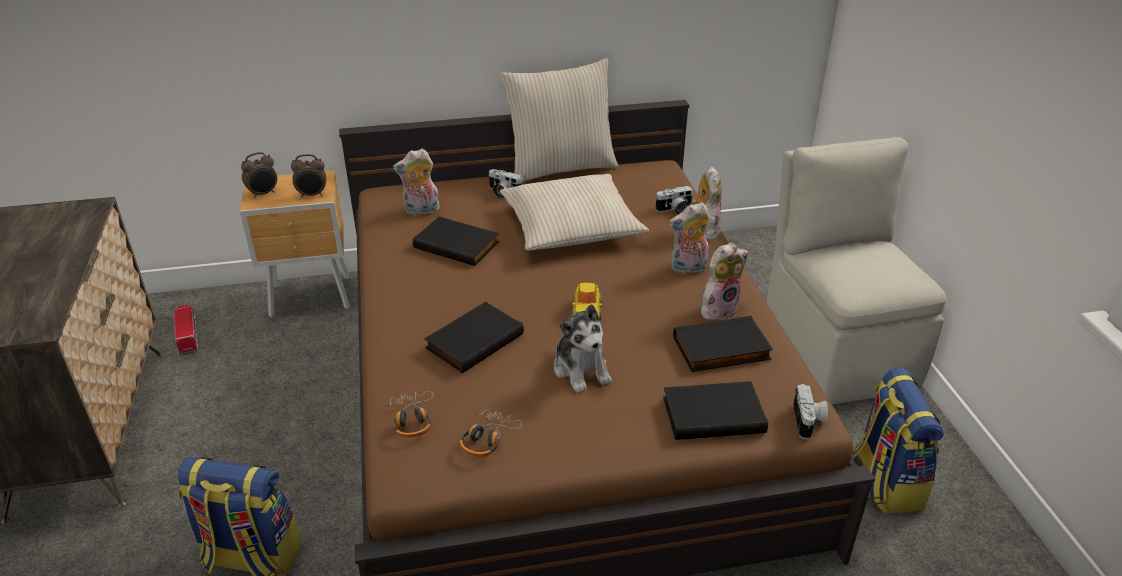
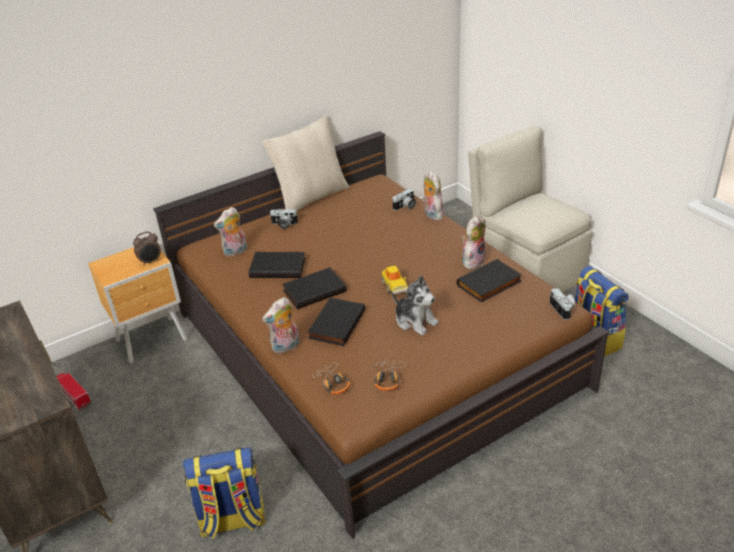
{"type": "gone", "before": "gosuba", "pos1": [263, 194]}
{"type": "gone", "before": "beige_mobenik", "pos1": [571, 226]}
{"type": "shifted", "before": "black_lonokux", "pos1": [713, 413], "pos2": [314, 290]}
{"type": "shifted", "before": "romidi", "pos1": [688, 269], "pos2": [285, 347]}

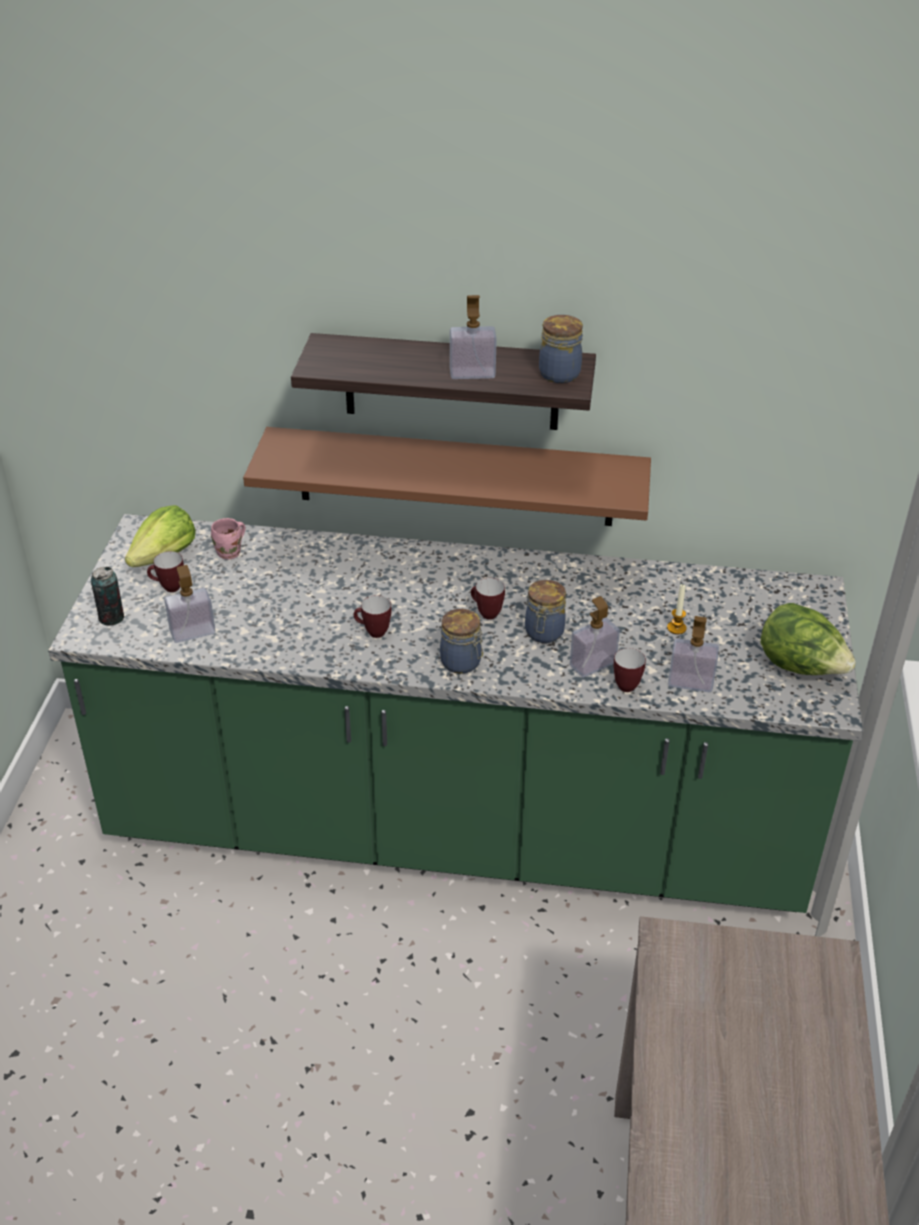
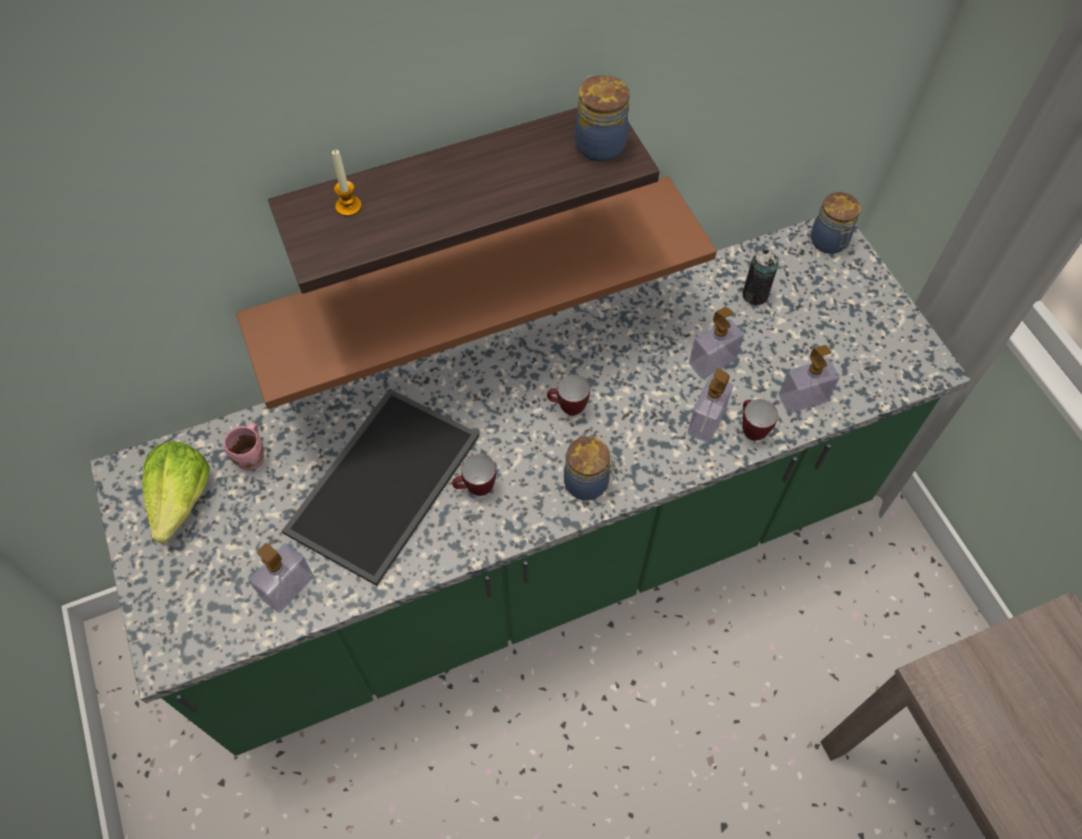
{"type": "gone", "before": "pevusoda", "pos1": [168, 588]}
{"type": "gone", "before": "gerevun", "pos1": [800, 667]}
{"type": "new", "after": "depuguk", "pos2": [382, 480]}
{"type": "shifted", "before": "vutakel", "pos1": [111, 618], "pos2": [755, 295]}
{"type": "shifted", "before": "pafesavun", "pos1": [472, 373], "pos2": [712, 362]}
{"type": "shifted", "before": "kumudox", "pos1": [543, 633], "pos2": [829, 242]}
{"type": "shifted", "before": "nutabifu", "pos1": [676, 628], "pos2": [348, 206]}

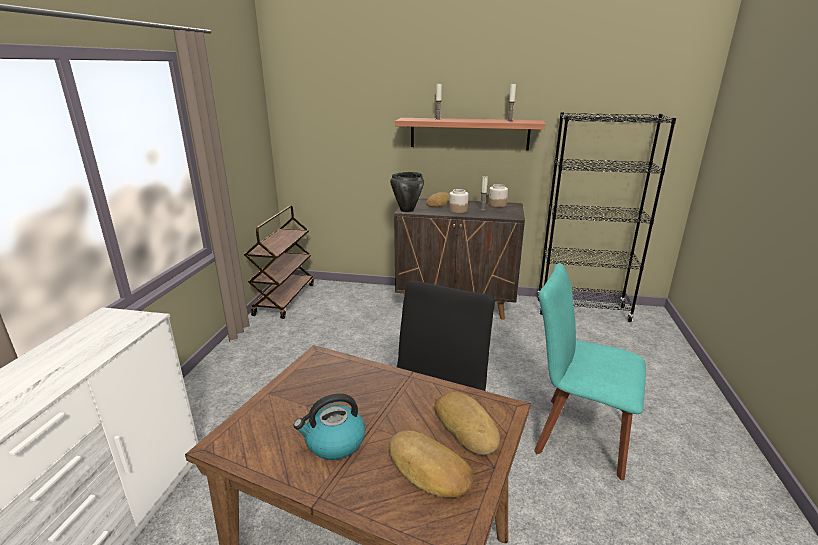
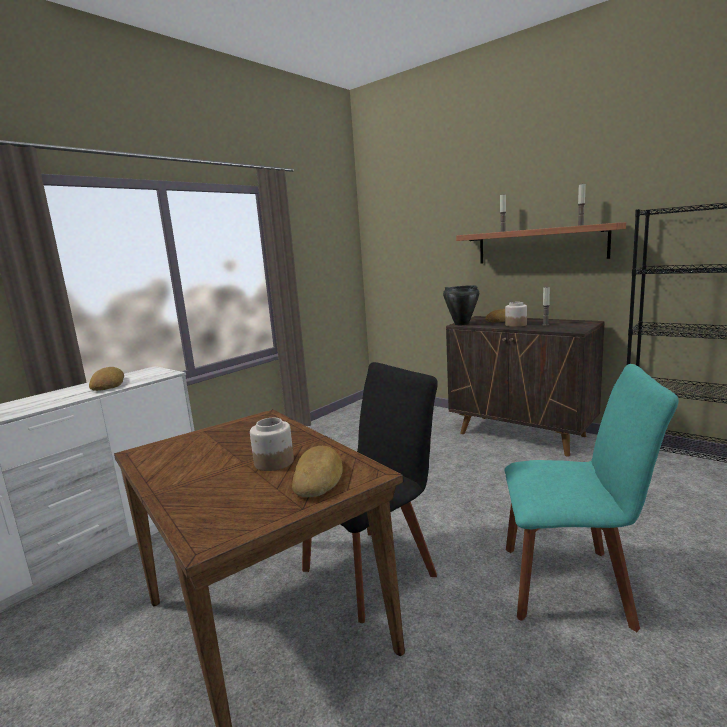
{"type": "gone", "before": "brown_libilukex", "pos1": [284, 299]}
{"type": "gone", "before": "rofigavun", "pos1": [334, 443]}
{"type": "shifted", "before": "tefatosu", "pos1": [428, 470], "pos2": [107, 385]}
{"type": "shifted", "before": "kumudox", "pos1": [497, 205], "pos2": [273, 462]}
{"type": "rotated", "before": "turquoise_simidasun", "pos1": [577, 434], "pos2": [572, 584], "turn": 135}

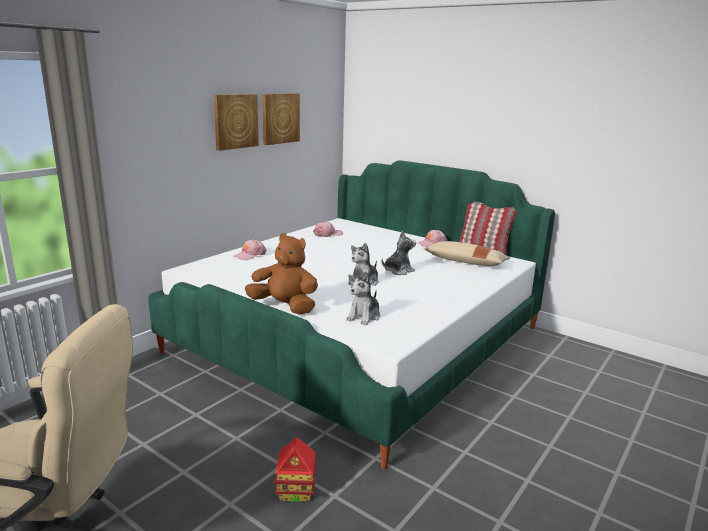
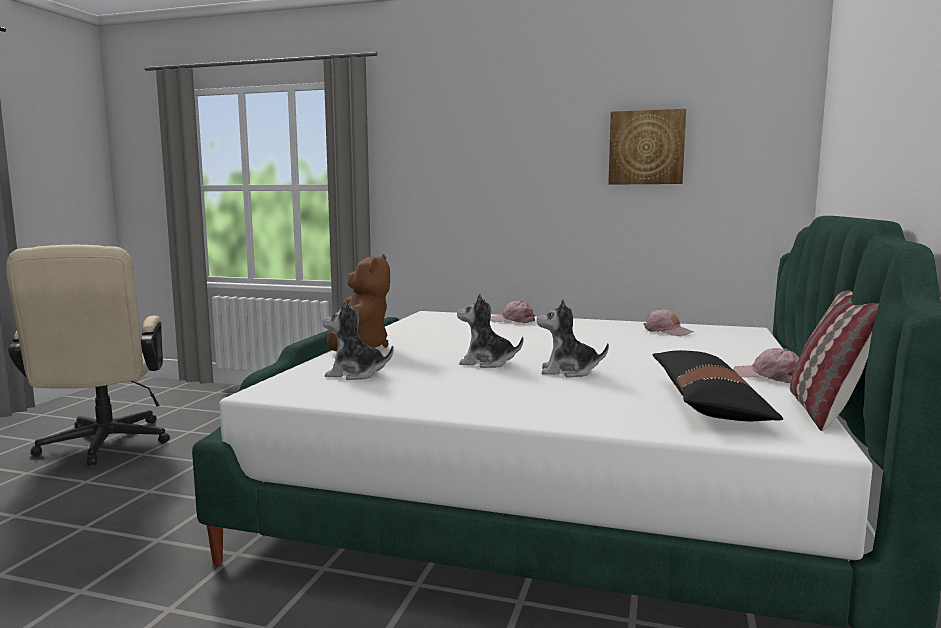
{"type": "gone", "before": "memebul", "pos1": [235, 121]}
{"type": "gone", "before": "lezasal", "pos1": [296, 491]}
{"type": "repainted", "before": "beige_mobenik", "after": "black_mobenik", "pos1": [465, 262], "pos2": [707, 403]}
{"type": "rotated", "before": "romidi", "pos1": [398, 271], "pos2": [568, 372], "turn": 150}

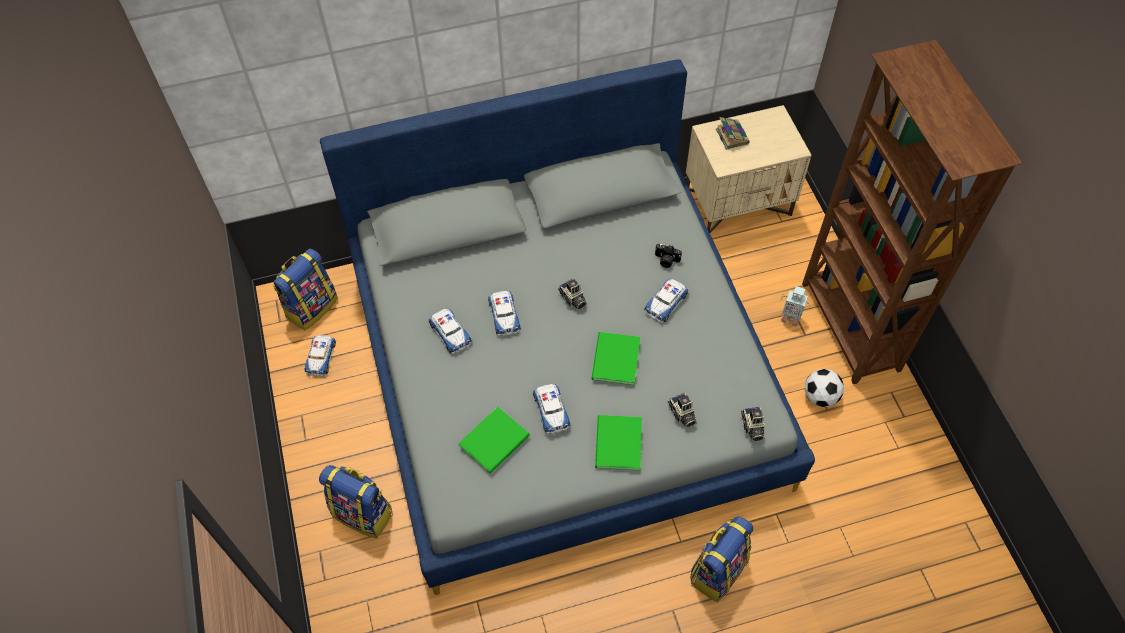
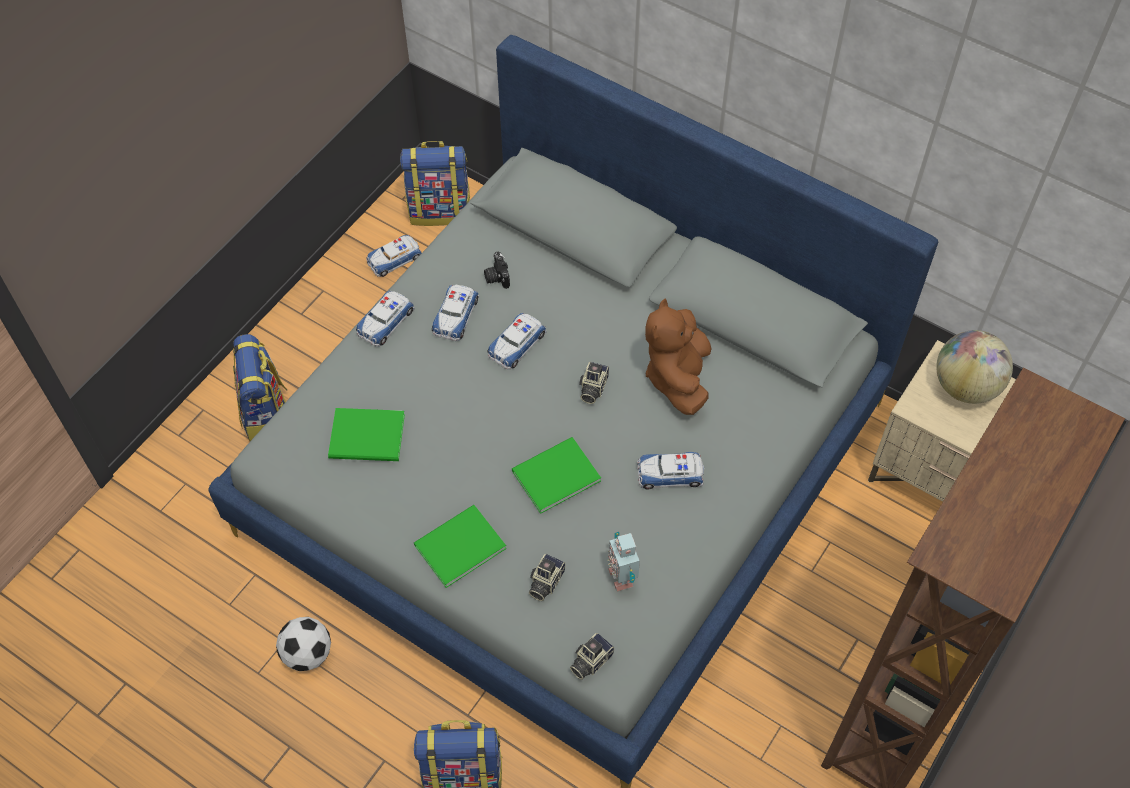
{"type": "new", "after": "brown_romidi", "pos2": [678, 377]}
{"type": "shifted", "before": "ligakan", "pos1": [551, 411], "pos2": [385, 322]}
{"type": "shifted", "before": "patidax", "pos1": [666, 260], "pos2": [496, 277]}
{"type": "shifted", "before": "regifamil", "pos1": [789, 318], "pos2": [622, 576]}
{"type": "shifted", "before": "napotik", "pos1": [820, 396], "pos2": [307, 654]}
{"type": "swapped", "before": "lonokux", "after": "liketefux", "pos1": [731, 136], "pos2": [965, 386]}

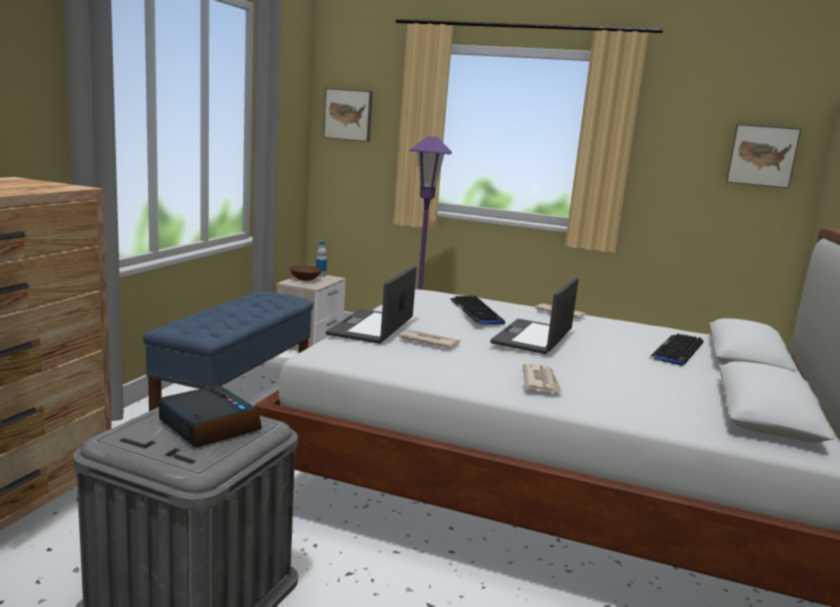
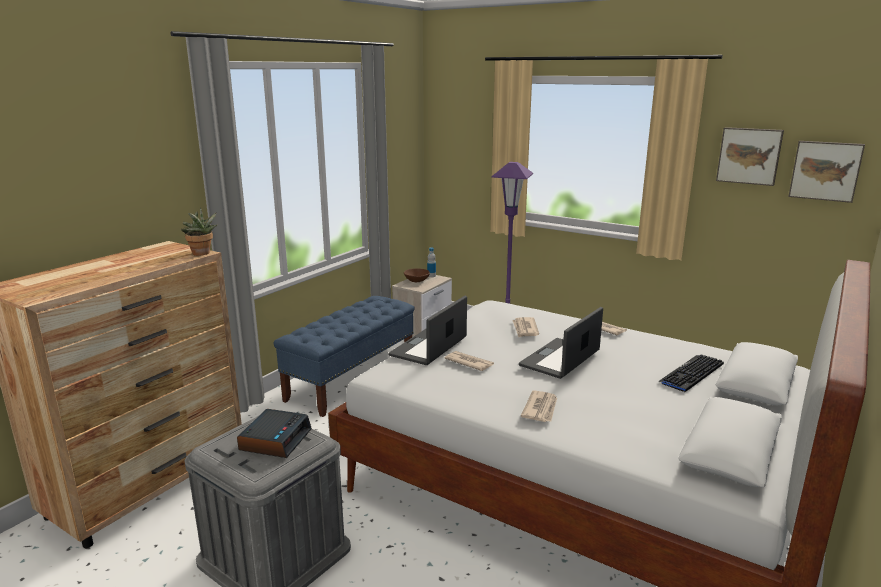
{"type": "new", "after": "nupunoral", "pos2": [202, 254]}
{"type": "shifted", "before": "memebul", "pos1": [348, 115], "pos2": [749, 155]}
{"type": "swapped", "before": "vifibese", "after": "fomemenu", "pos1": [476, 311], "pos2": [525, 329]}
{"type": "rotated", "before": "gosuba", "pos1": [208, 426], "pos2": [275, 440], "turn": 45}

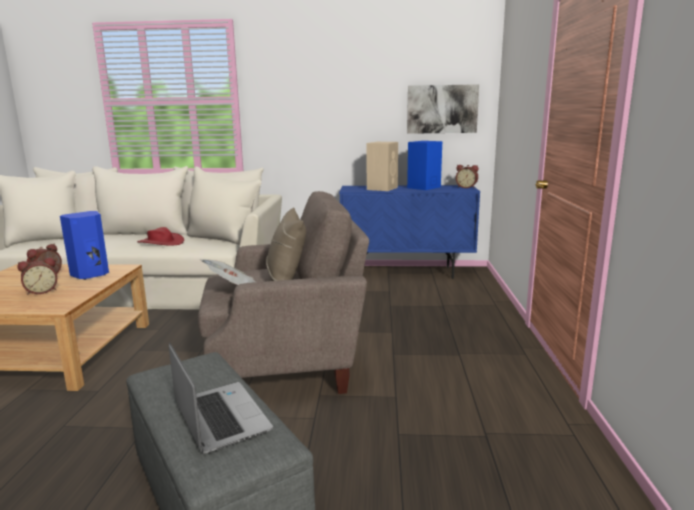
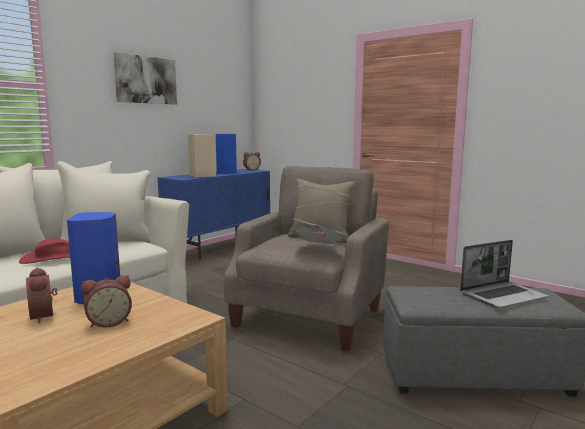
{"type": "shifted", "before": "memebul", "pos1": [442, 109], "pos2": [146, 80]}
{"type": "rotated", "before": "gosuba", "pos1": [41, 291], "pos2": [108, 322], "turn": 60}
{"type": "rotated", "before": "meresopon", "pos1": [219, 417], "pos2": [503, 296], "turn": 150}

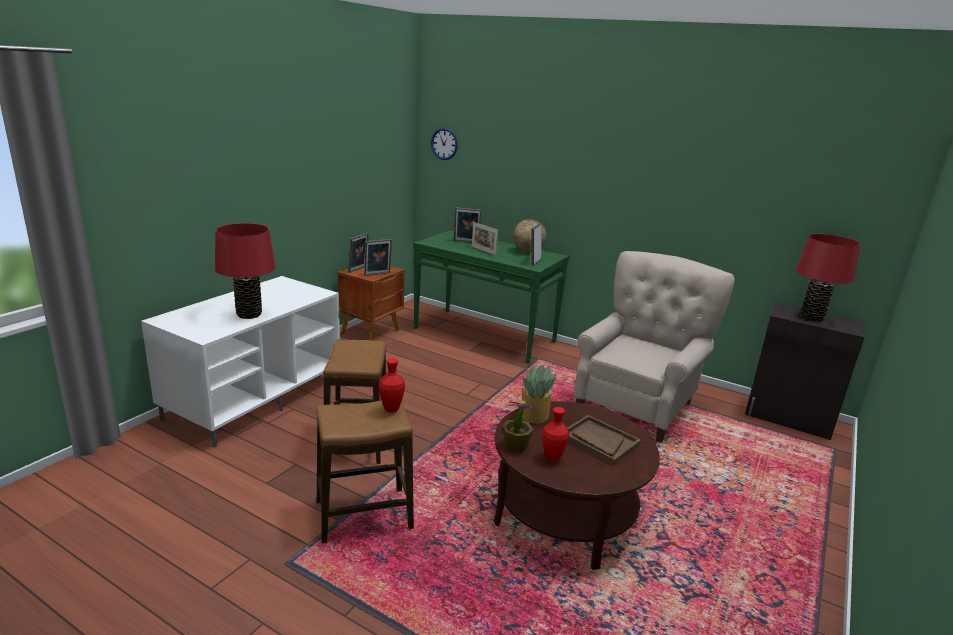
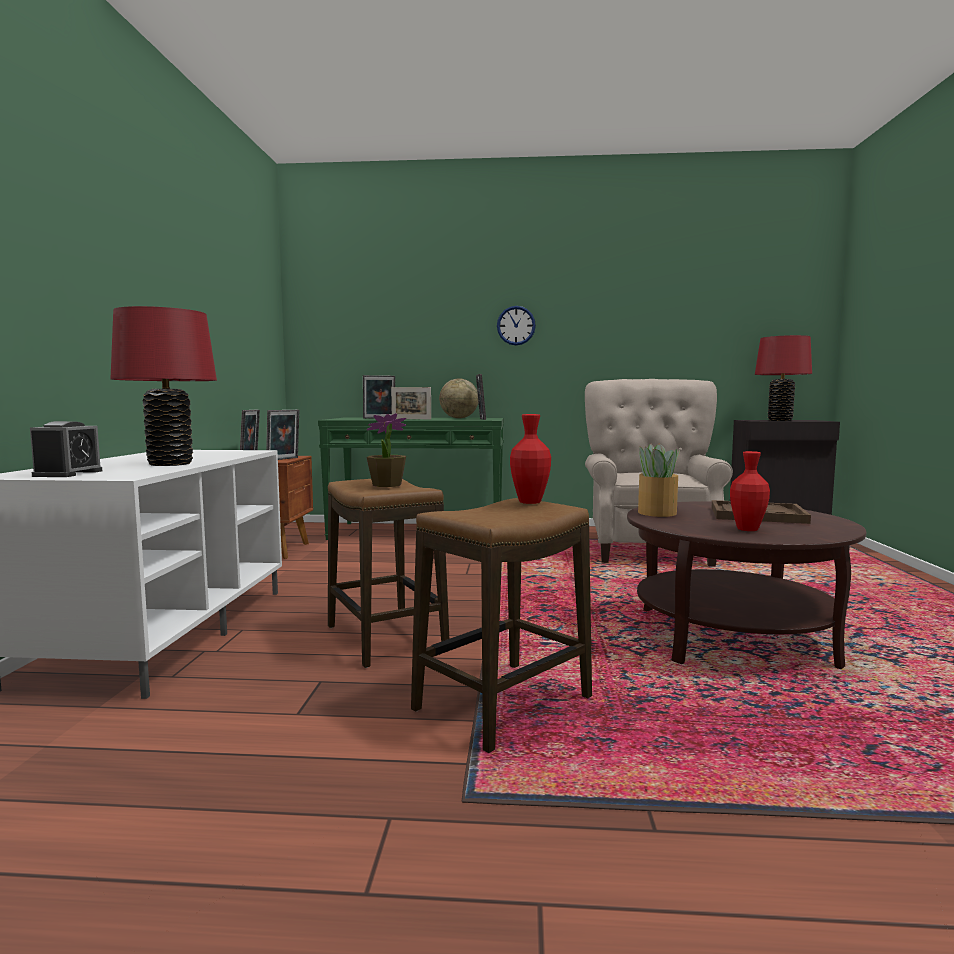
{"type": "new", "after": "gosuba", "pos2": [68, 473]}
{"type": "shifted", "before": "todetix", "pos1": [444, 144], "pos2": [516, 325]}
{"type": "shifted", "before": "nupunoral", "pos1": [515, 446], "pos2": [386, 485]}

